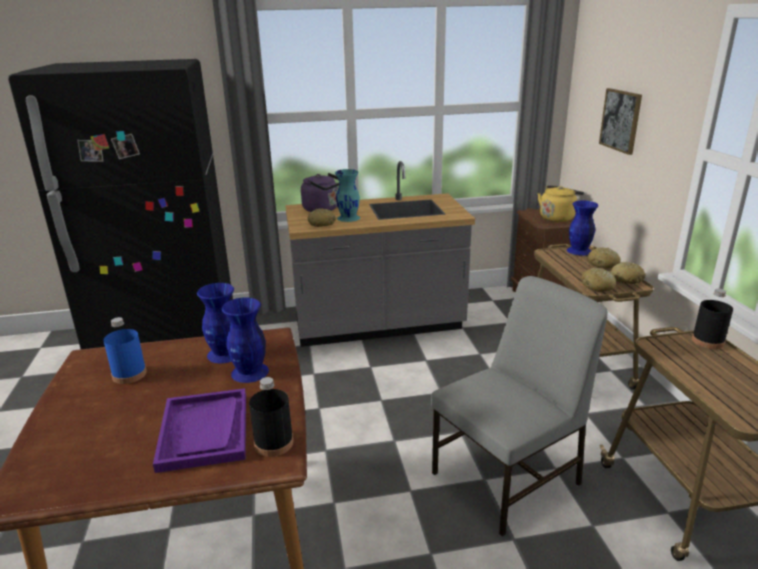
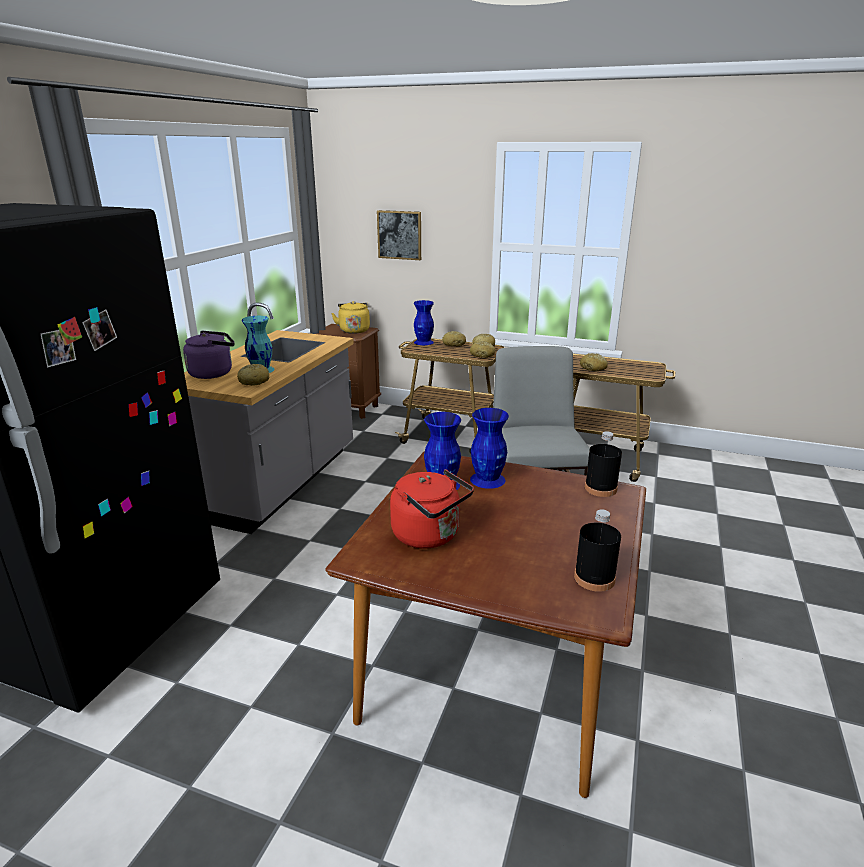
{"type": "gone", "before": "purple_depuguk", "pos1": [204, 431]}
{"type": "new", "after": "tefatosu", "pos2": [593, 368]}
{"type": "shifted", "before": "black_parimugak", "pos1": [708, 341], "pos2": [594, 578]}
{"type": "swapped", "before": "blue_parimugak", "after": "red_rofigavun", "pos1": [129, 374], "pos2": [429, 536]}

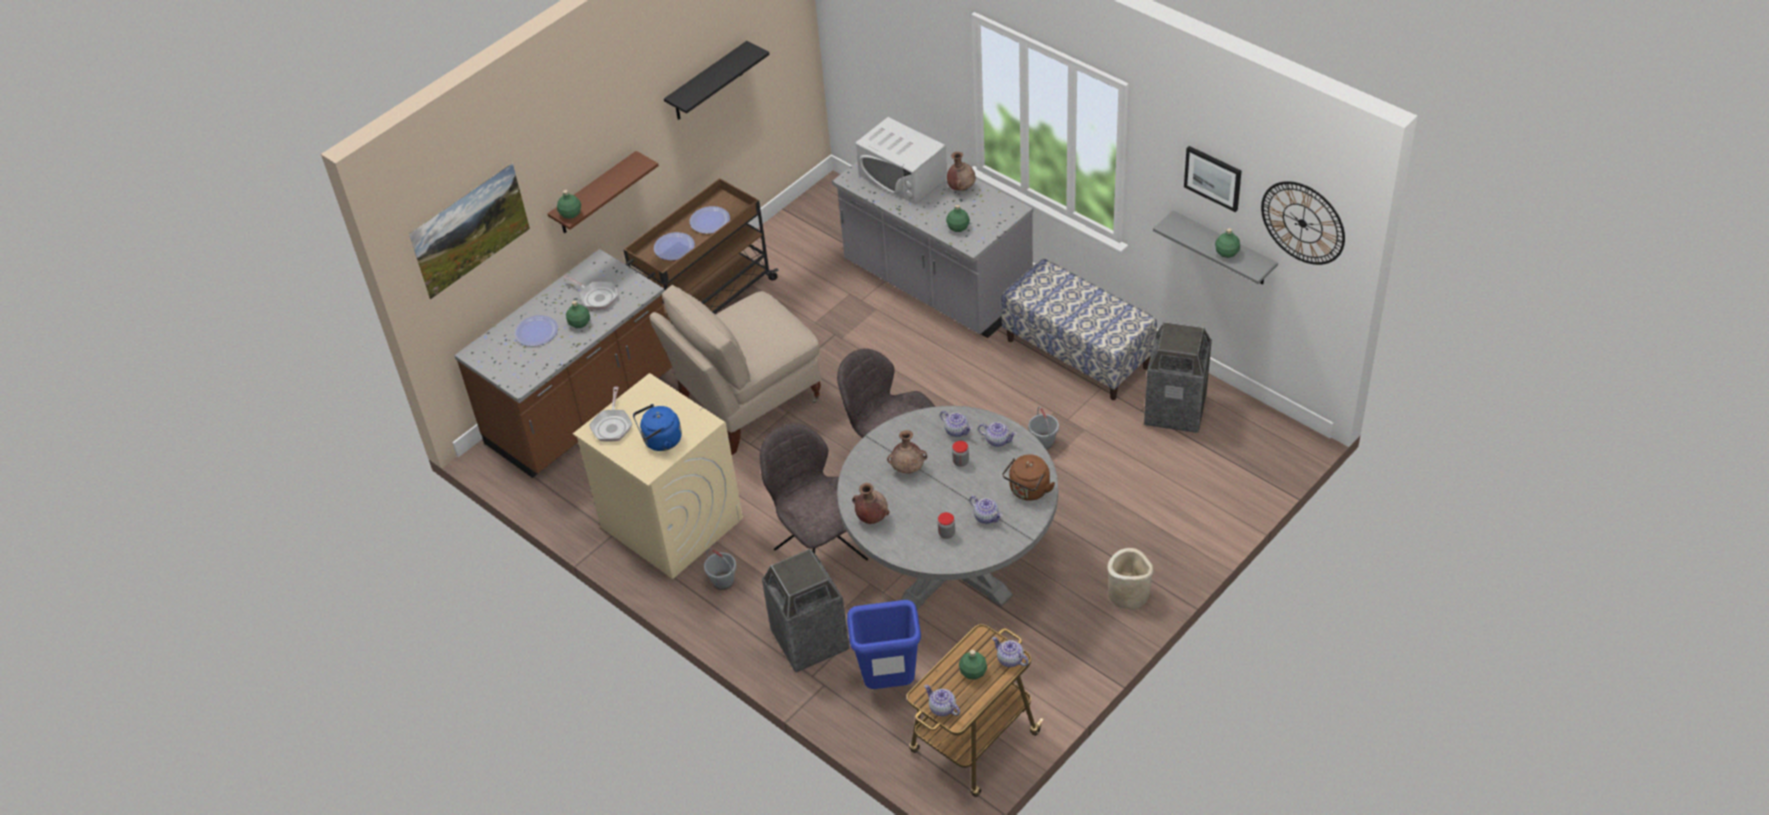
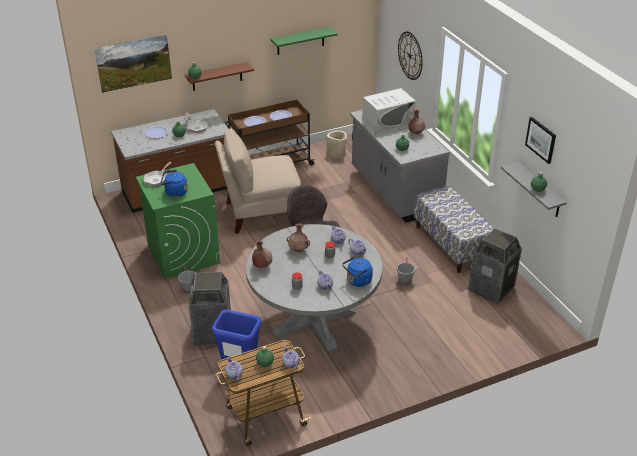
{"type": "gone", "before": "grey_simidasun", "pos1": [819, 552]}
{"type": "shifted", "before": "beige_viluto", "pos1": [1129, 594], "pos2": [337, 154]}
{"type": "shifted", "before": "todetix", "pos1": [1302, 223], "pos2": [410, 55]}
{"type": "repainted", "before": "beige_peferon", "after": "green_peferon", "pos1": [670, 522], "pos2": [183, 253]}
{"type": "repainted", "before": "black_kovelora", "after": "green_kovelora", "pos1": [707, 82], "pos2": [300, 41]}
{"type": "repainted", "before": "brown_rofigavun", "after": "blue_rofigavun", "pos1": [1028, 491], "pos2": [358, 281]}
{"type": "rotated", "before": "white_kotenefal", "pos1": [902, 176], "pos2": [388, 120], "turn": -90}

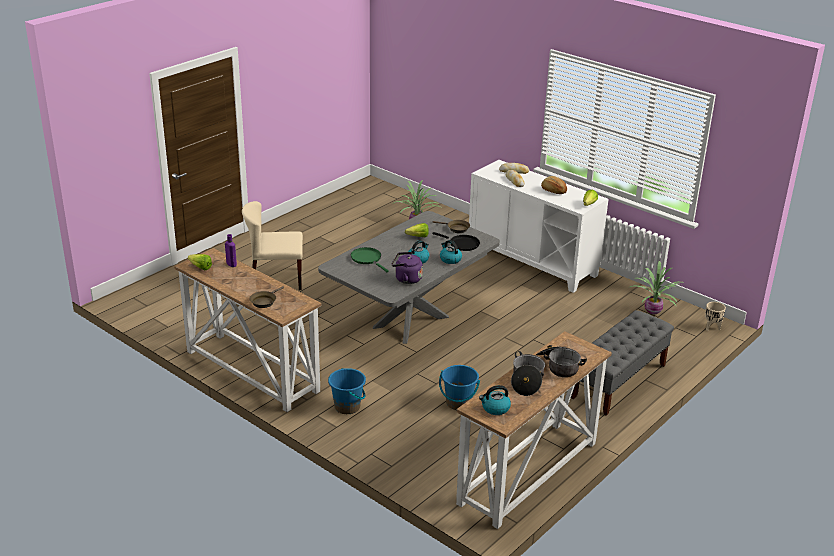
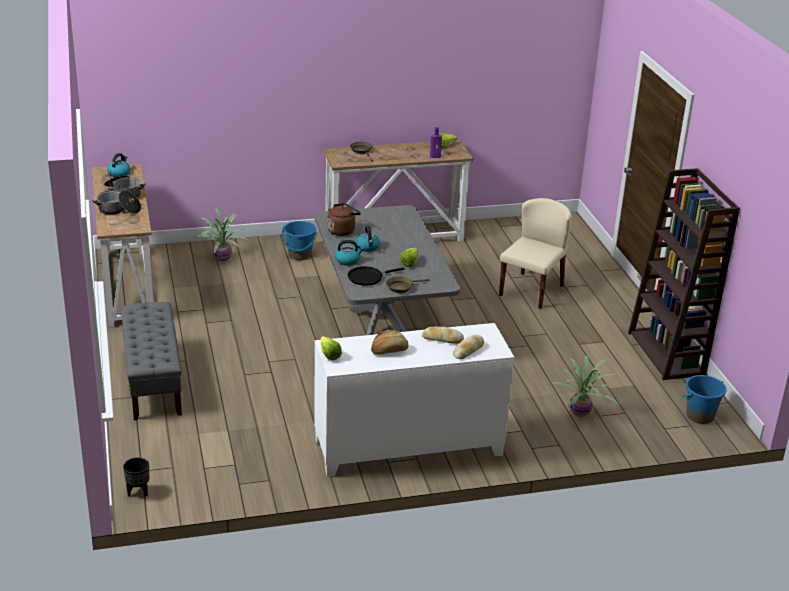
{"type": "gone", "before": "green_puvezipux", "pos1": [367, 259]}
{"type": "new", "after": "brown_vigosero", "pos2": [667, 354]}
{"type": "shifted", "before": "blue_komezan", "pos1": [458, 403], "pos2": [699, 416]}
{"type": "shifted", "before": "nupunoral", "pos1": [654, 311], "pos2": [221, 258]}
{"type": "repainted", "before": "purple_rofigavun", "after": "brown_rofigavun", "pos1": [406, 279], "pos2": [342, 230]}
{"type": "repainted", "before": "beige_viluto", "after": "black_viluto", "pos1": [712, 328], "pos2": [138, 492]}

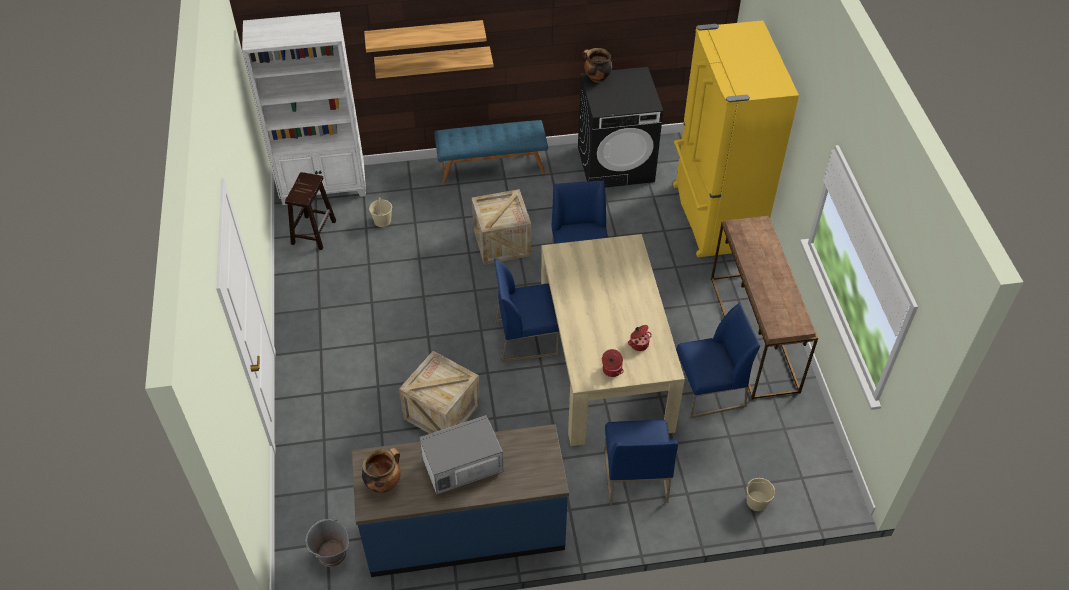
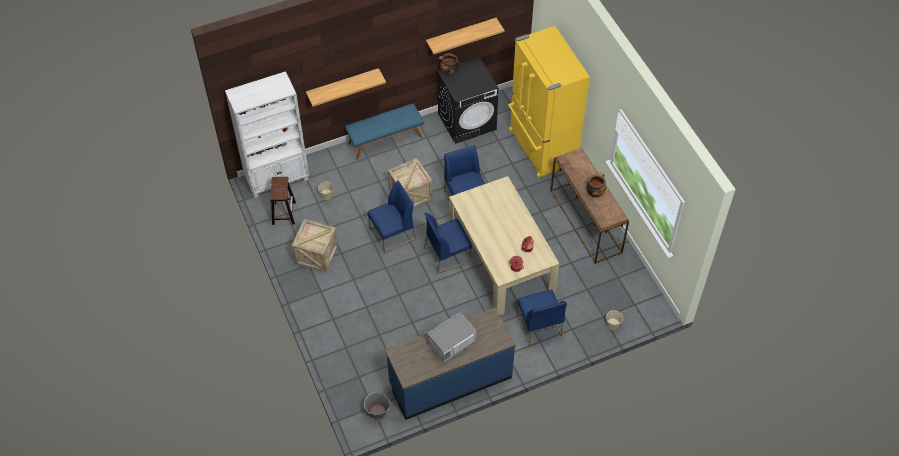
{"type": "shifted", "before": "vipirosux", "pos1": [384, 482], "pos2": [595, 192]}
{"type": "shifted", "before": "kovelora", "pos1": [424, 36], "pos2": [461, 34]}
{"type": "shifted", "before": "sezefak", "pos1": [442, 412], "pos2": [316, 254]}
{"type": "shifted", "before": "blue_simidasun", "pos1": [708, 391], "pos2": [392, 234]}

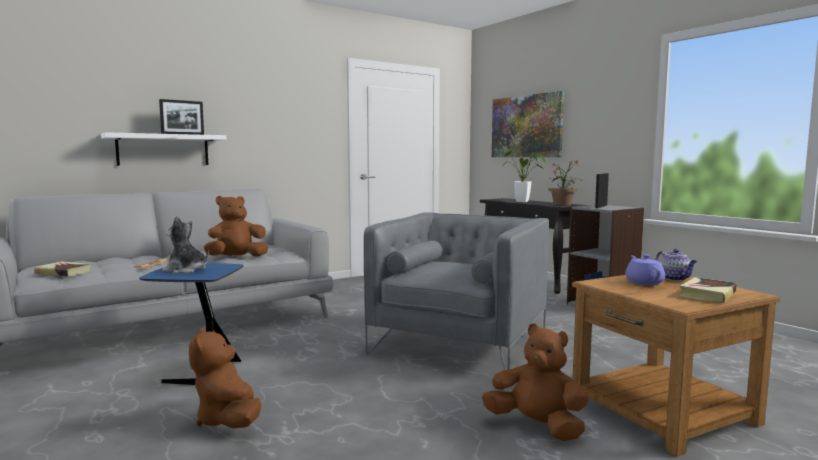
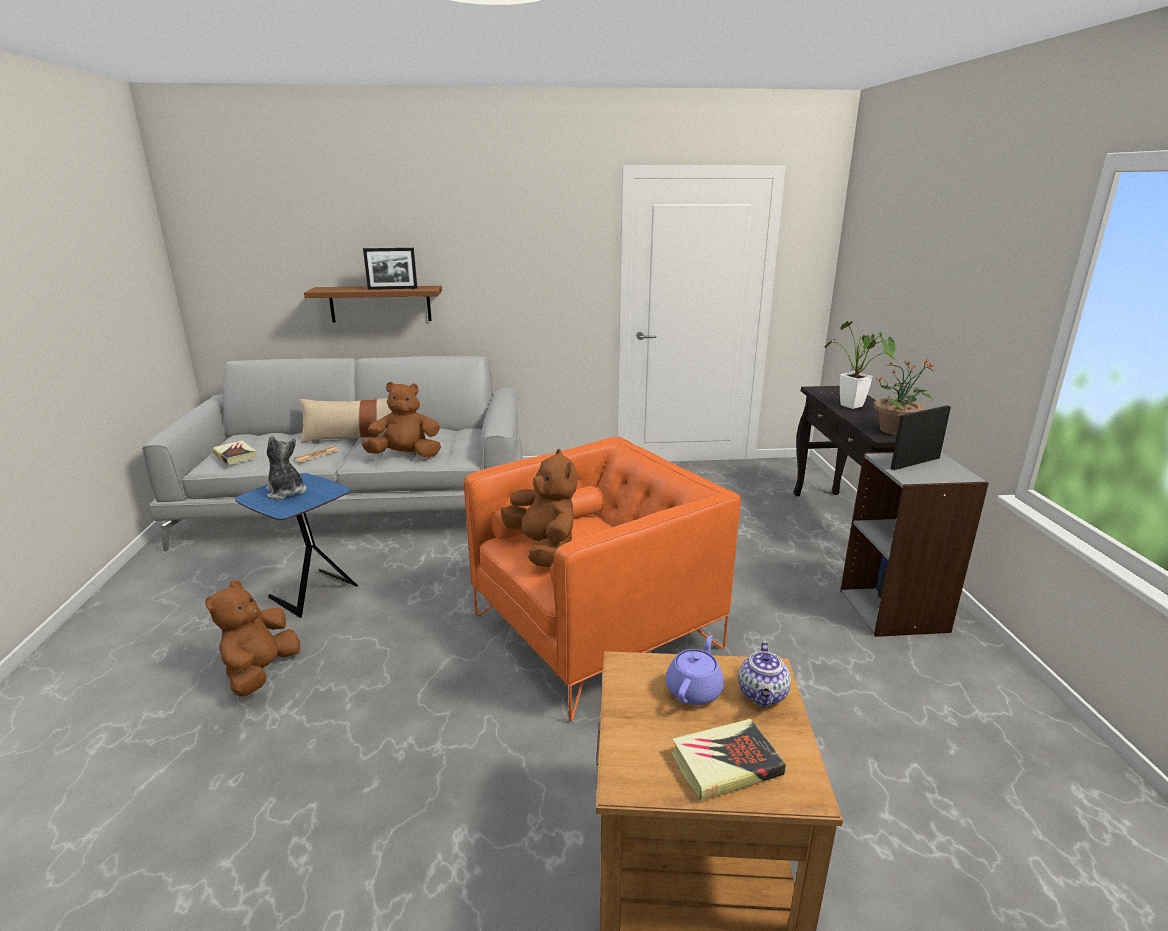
{"type": "gone", "before": "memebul", "pos1": [526, 126]}
{"type": "new", "after": "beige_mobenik", "pos2": [351, 437]}
{"type": "shifted", "before": "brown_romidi", "pos1": [536, 426], "pos2": [544, 549]}
{"type": "repainted", "before": "white_kovelora", "after": "brown_kovelora", "pos1": [163, 150], "pos2": [380, 304]}
{"type": "repainted", "before": "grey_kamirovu", "after": "orange_kamirovu", "pos1": [460, 344], "pos2": [596, 631]}

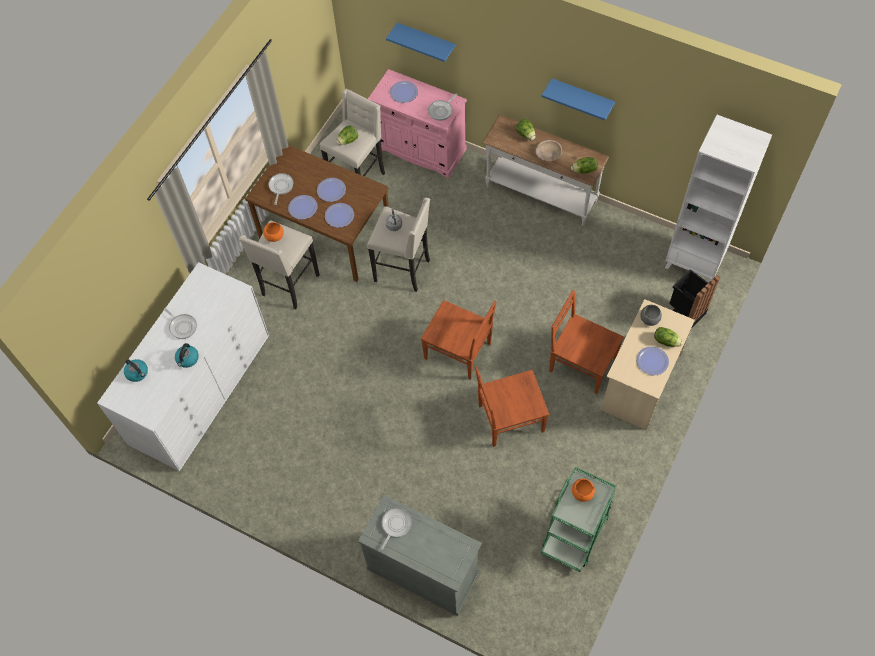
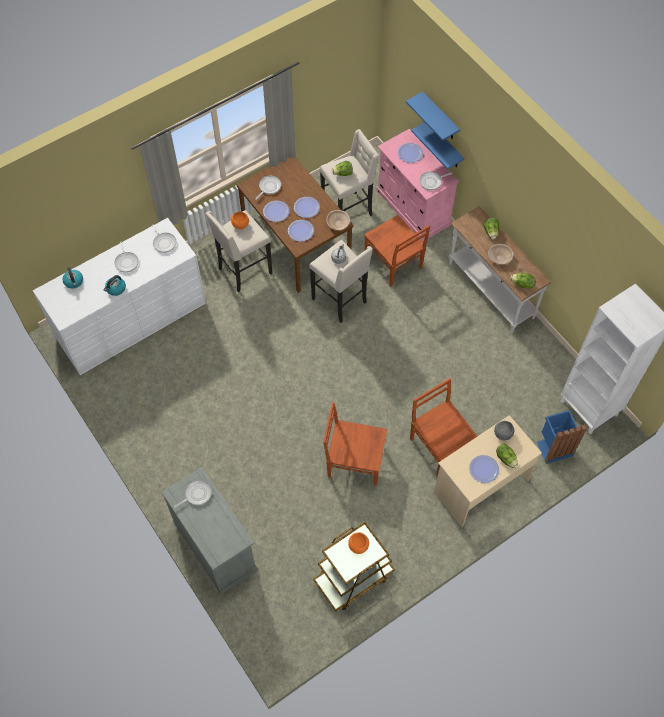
{"type": "new", "after": "puvezipux", "pos2": [164, 242]}
{"type": "new", "after": "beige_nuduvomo", "pos2": [338, 224]}
{"type": "shifted", "before": "brown_simidasun", "pos1": [459, 352], "pos2": [394, 263]}
{"type": "shifted", "before": "blue_kovelora", "pos1": [582, 98], "pos2": [445, 146]}
{"type": "repainted", "before": "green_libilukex", "after": "brown_libilukex", "pos1": [575, 531], "pos2": [353, 578]}
{"type": "repainted", "before": "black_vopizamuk", "after": "blue_vopizamuk", "pos1": [684, 314], "pos2": [553, 447]}

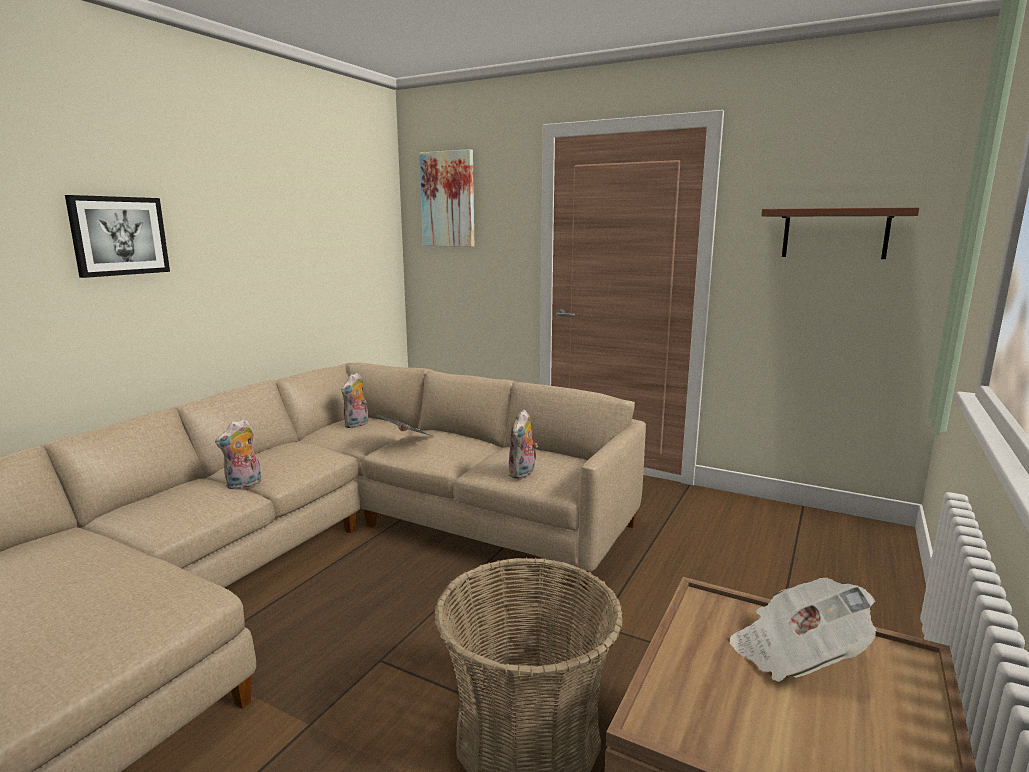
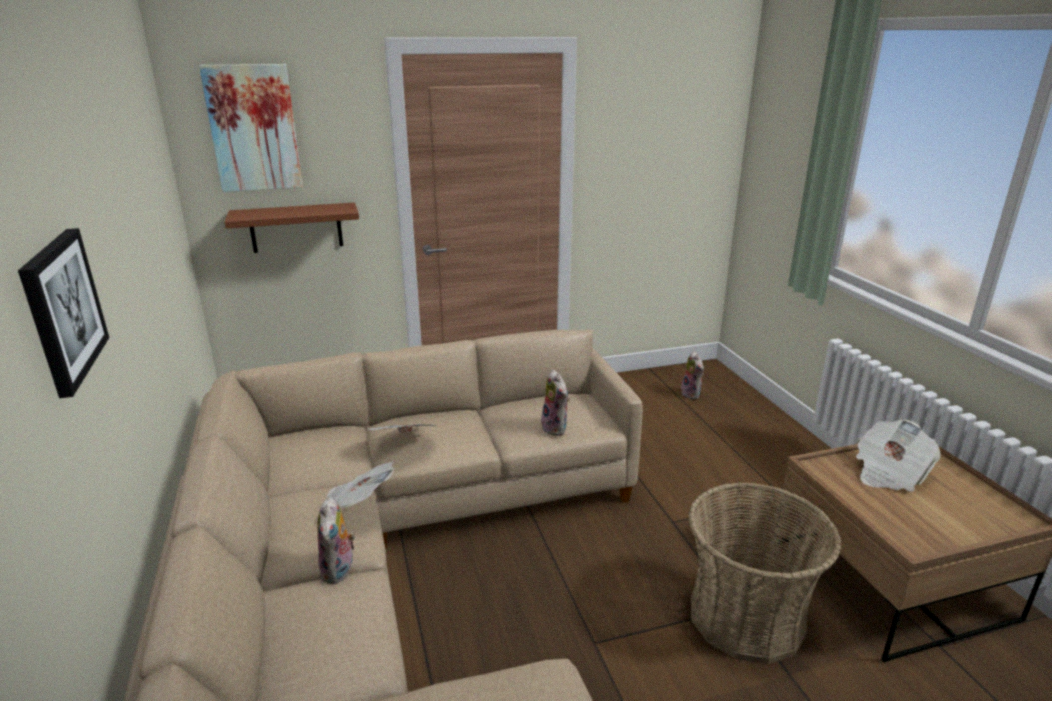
{"type": "new", "after": "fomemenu", "pos2": [357, 505]}
{"type": "shifted", "before": "romidi", "pos1": [357, 425], "pos2": [692, 394]}
{"type": "shifted", "before": "brown_kovelora", "pos1": [835, 233], "pos2": [296, 227]}

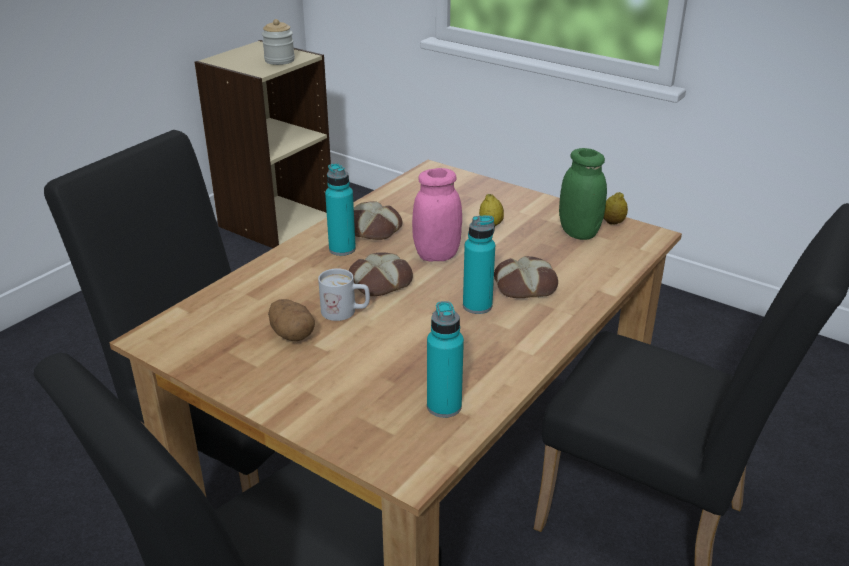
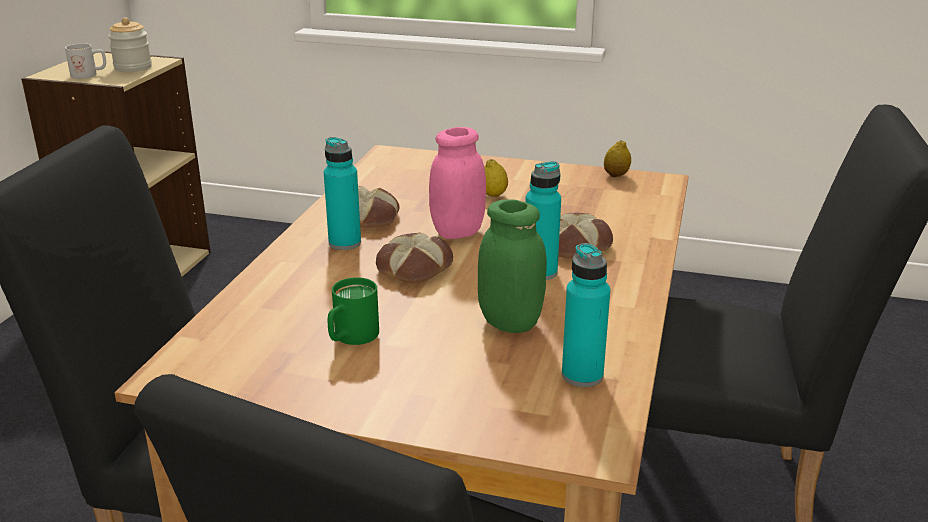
{"type": "shifted", "before": "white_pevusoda", "pos1": [345, 312], "pos2": [89, 75]}
{"type": "shifted", "before": "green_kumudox", "pos1": [579, 233], "pos2": [510, 322]}
{"type": "swapped", "before": "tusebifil", "after": "green_pevusoda", "pos1": [292, 334], "pos2": [351, 338]}

